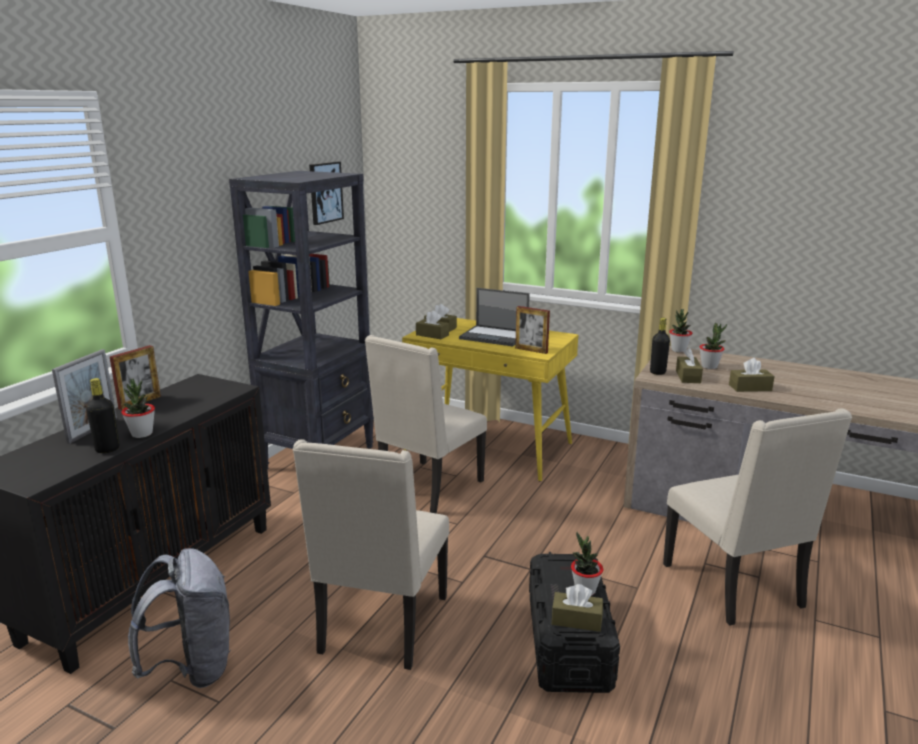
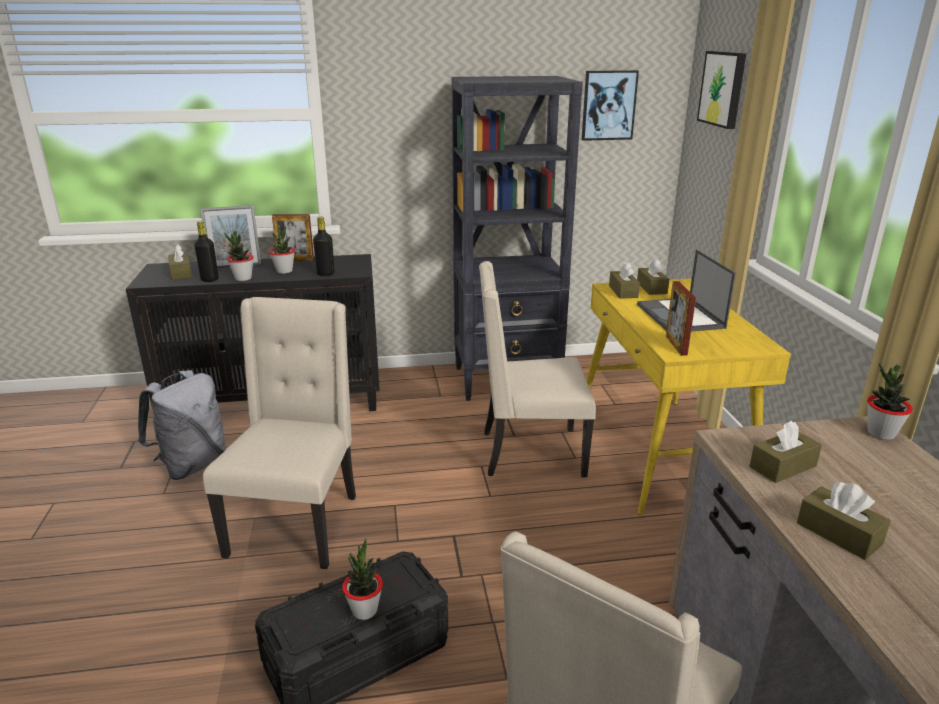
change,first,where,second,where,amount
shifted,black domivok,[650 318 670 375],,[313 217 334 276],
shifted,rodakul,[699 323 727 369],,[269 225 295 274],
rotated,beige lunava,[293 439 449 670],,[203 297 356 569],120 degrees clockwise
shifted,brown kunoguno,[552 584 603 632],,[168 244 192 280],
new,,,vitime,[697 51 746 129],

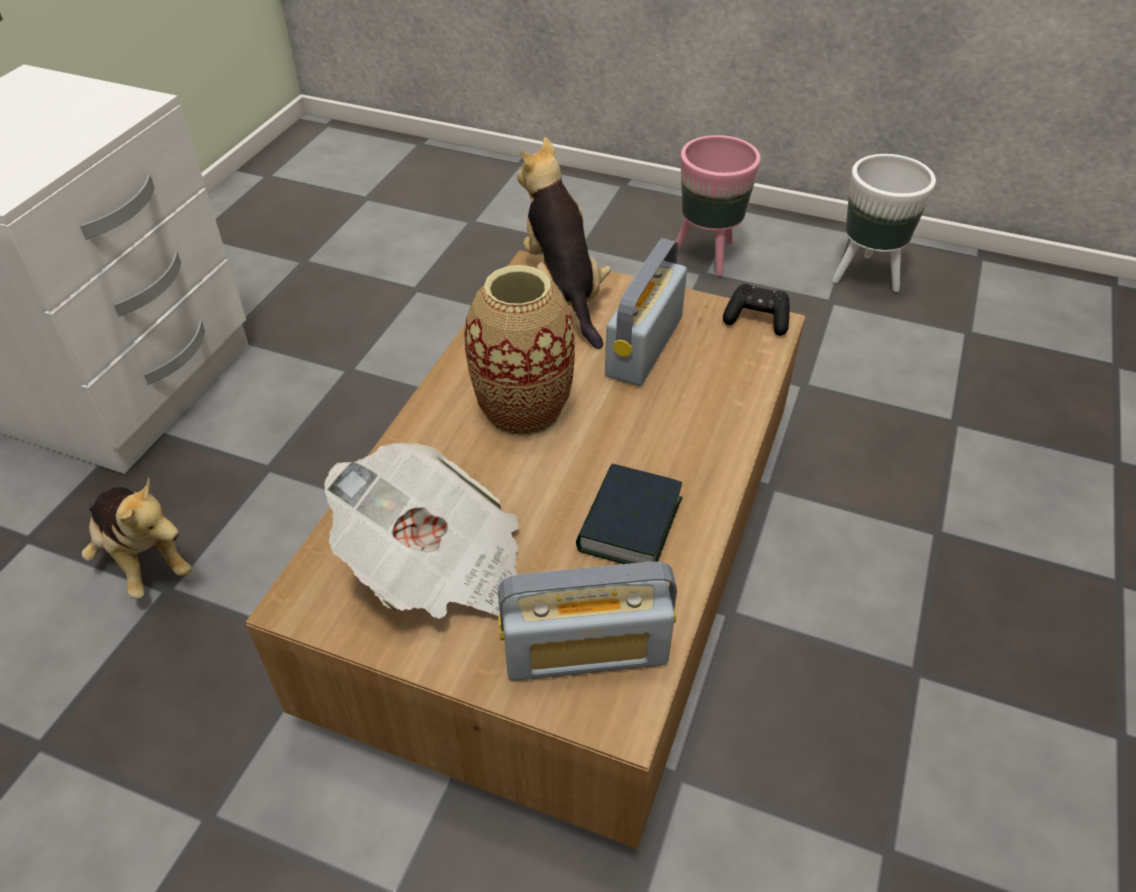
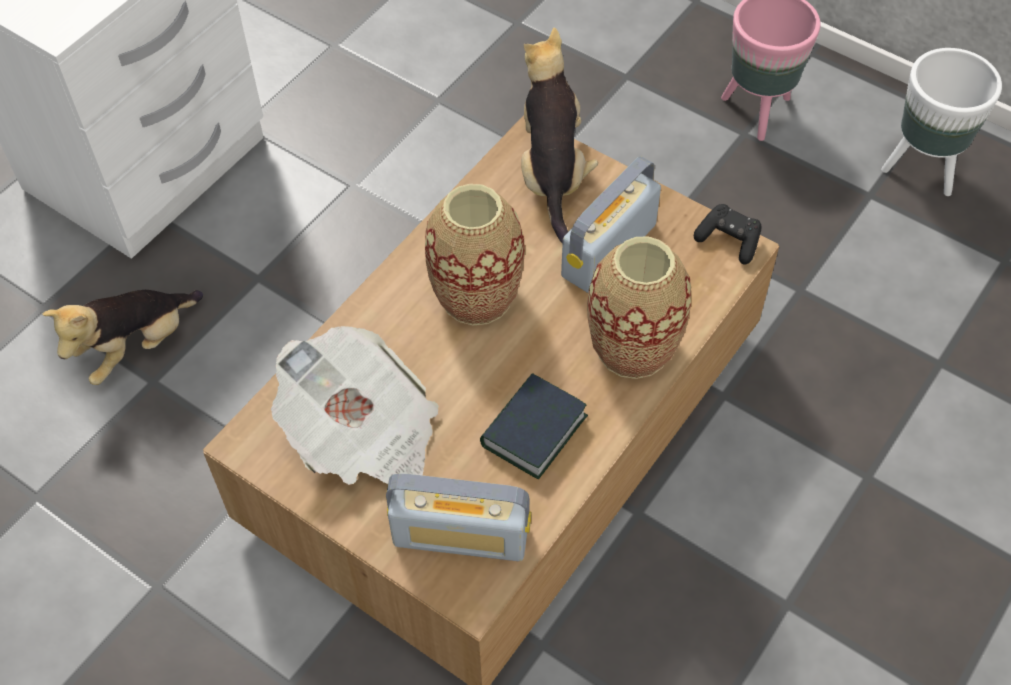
change,first,where,second,where,amount
rotated,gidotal,[82 477 192 599],,[42 290 203 385],75 degrees clockwise
new,,,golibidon,[587 237 691 379],

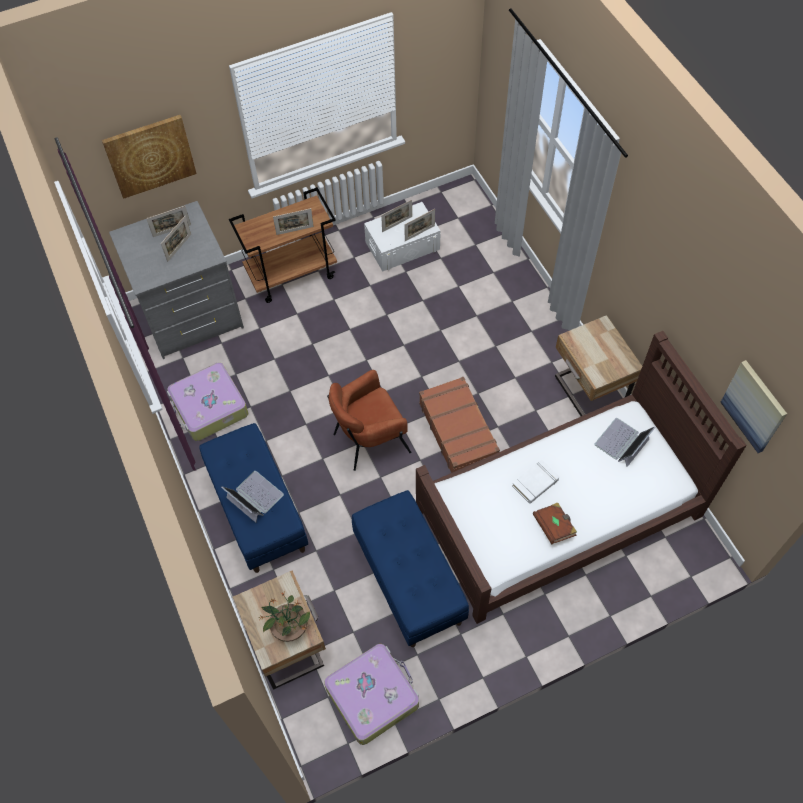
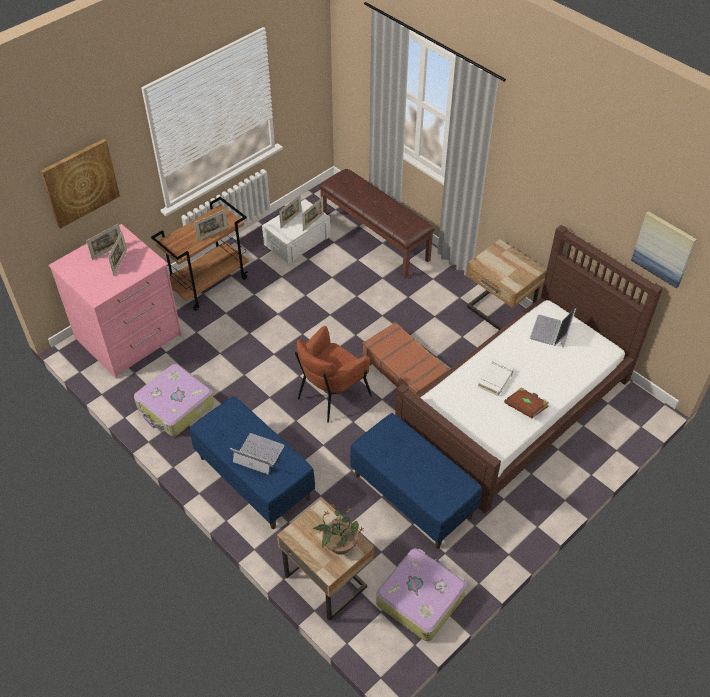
change,first,where,second,where,amount
repainted,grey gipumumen,[109 201 244 359],pink gipumumen,[49 224 182 378],
new,,,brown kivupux,[319 169 435 278],

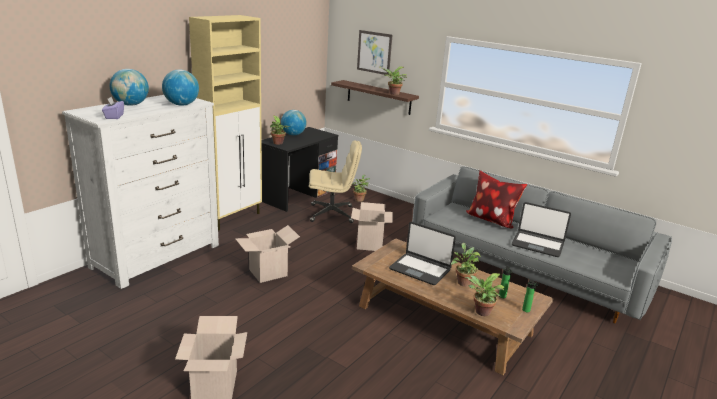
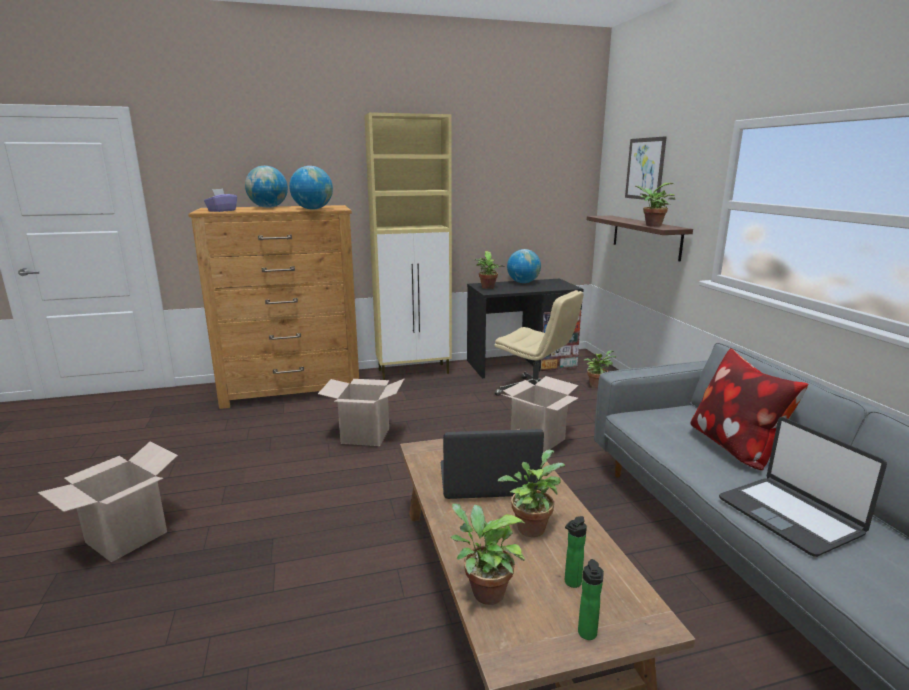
change,first,where,second,where,amount
repainted,white gipumumen,[62 95 219 289],brown gipumumen,[188 205 359 409],
rotated,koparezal,[389 222 456 285],,[441 429 544 499],105 degrees clockwise

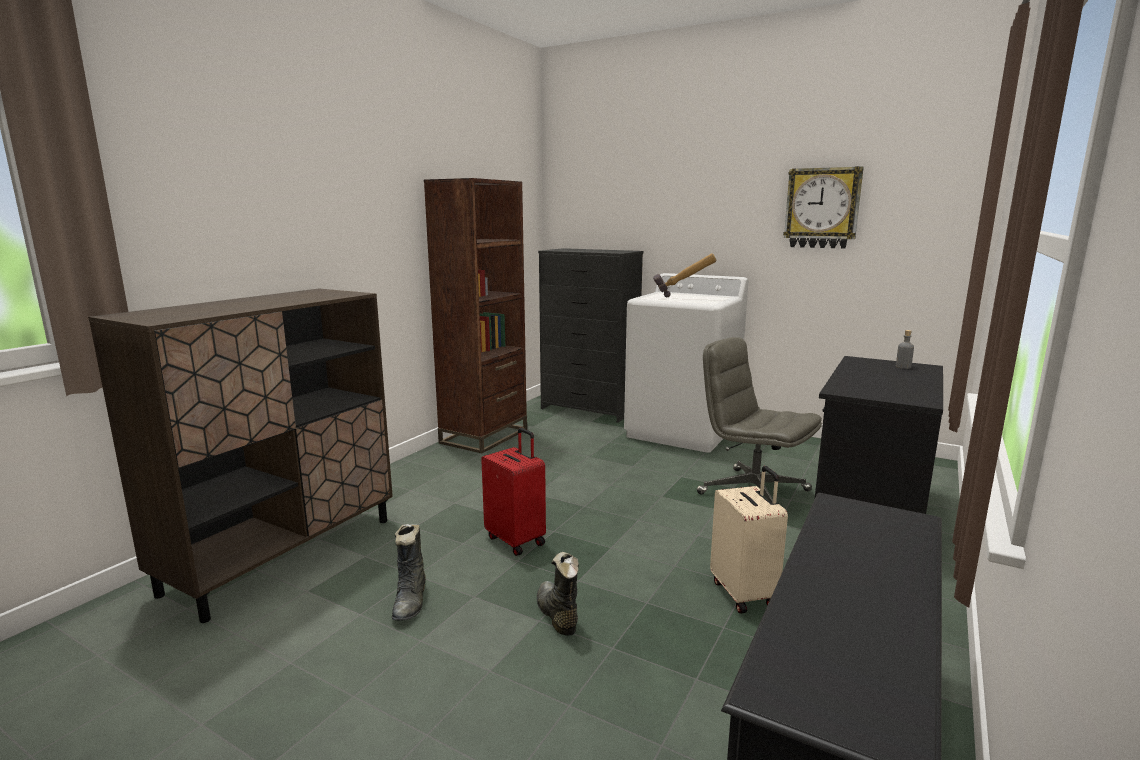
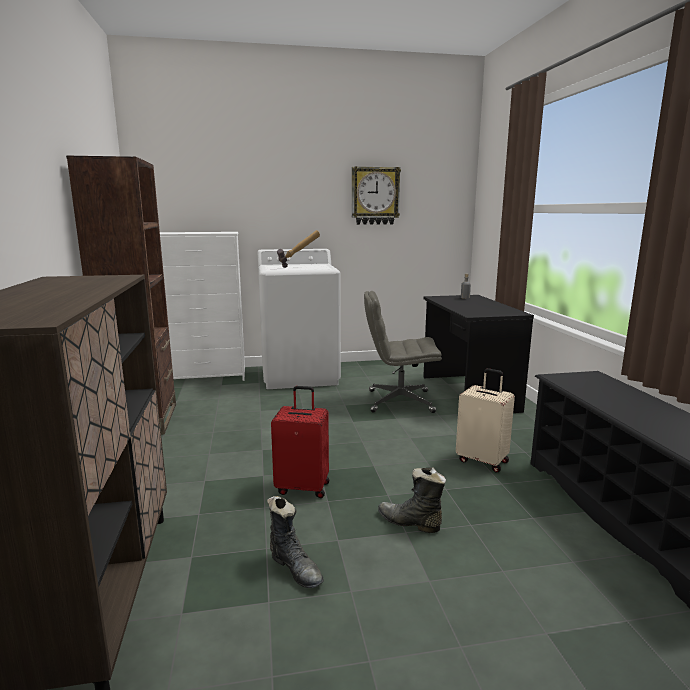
change,first,where,second,where,amount
repainted,black gipumumen,[538 248 643 423],white gipumumen,[160 232 245 381],

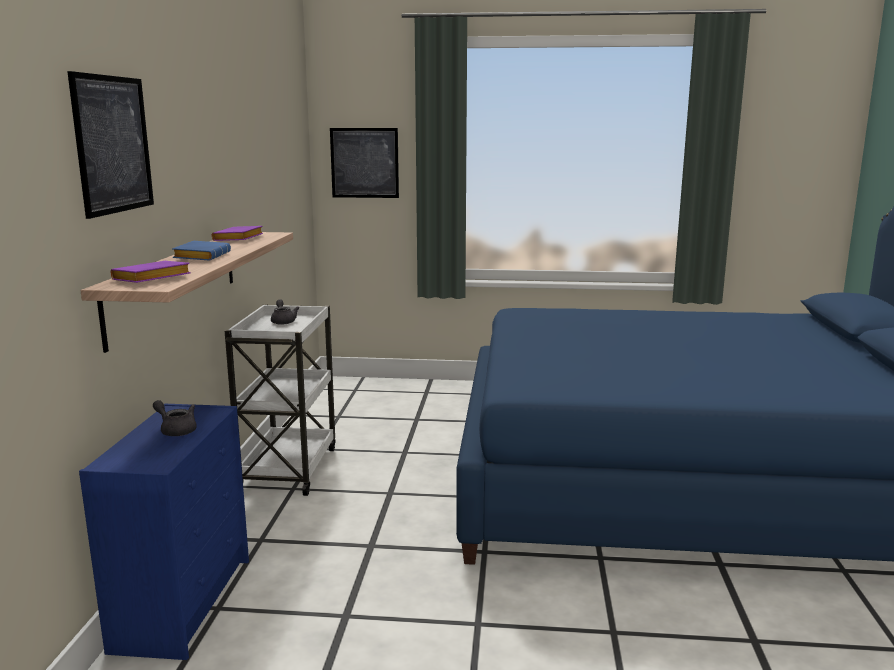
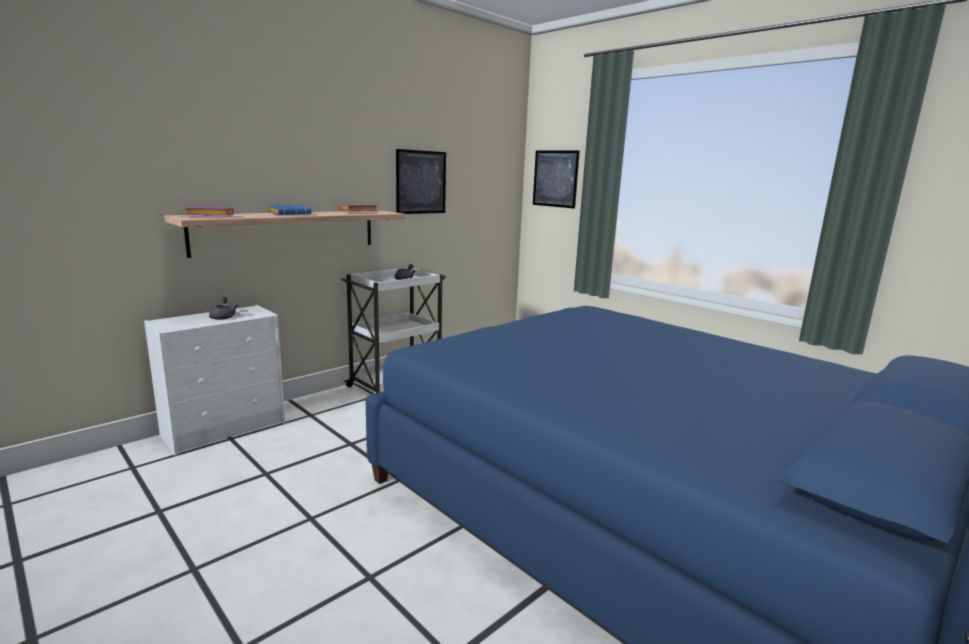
change,first,where,second,where,amount
shifted,vitime,[67 71 154 219],,[396 149 446 214],
repainted,blue gipumumen,[79 404 249 660],white gipumumen,[144 305 285 455],

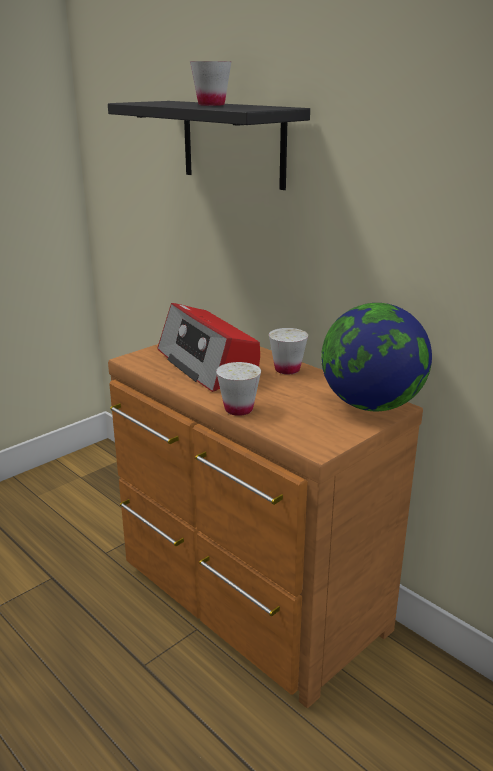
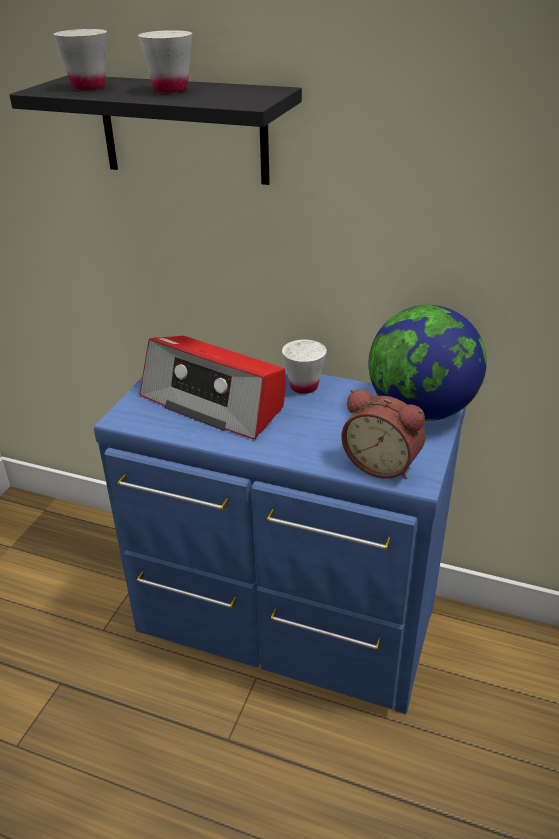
change,first,where,second,where,amount
repainted,brown gipumumen,[108 344 423 708],blue gipumumen,[94 367 466 714],
shifted,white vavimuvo,[216 362 261 416],,[53 29 107 90],
new,,,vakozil,[341 389 426 479],

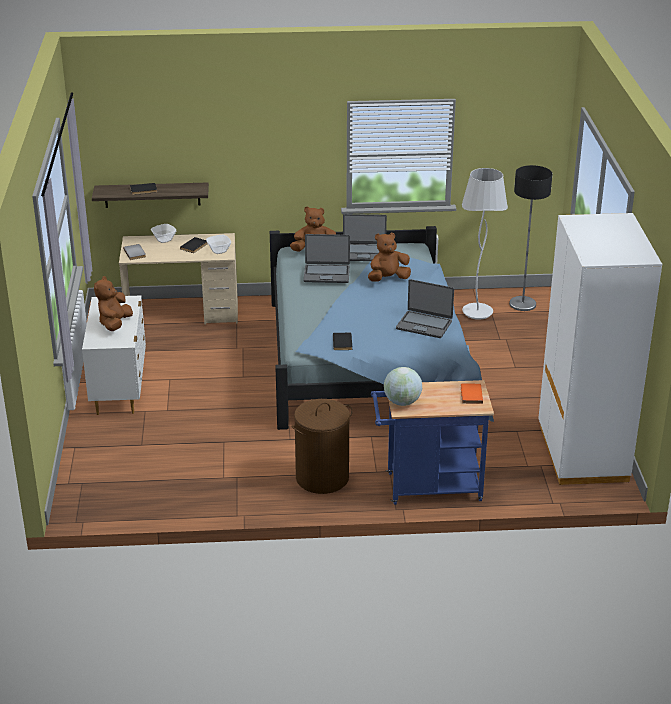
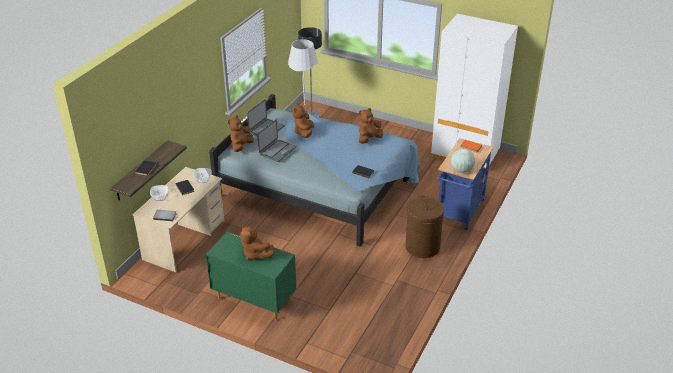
change,first,where,second,where,amount
swapped,koparezal,[396 279 454 338],brown gidotal,[359 108 383 144],
repainted,white gipumumen,[82 295 146 415],green gipumumen,[206 232 296 320],

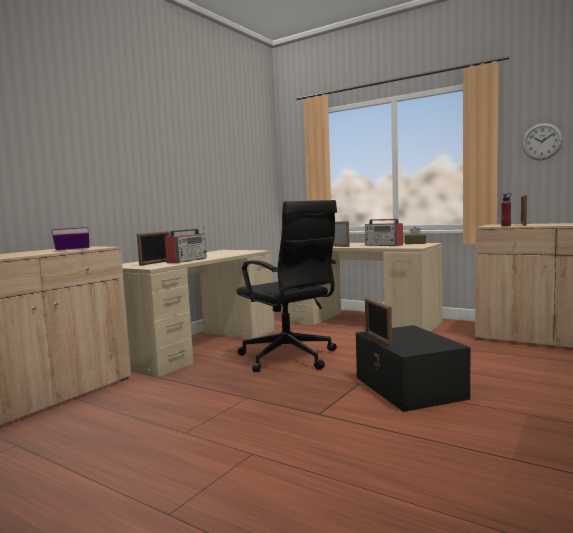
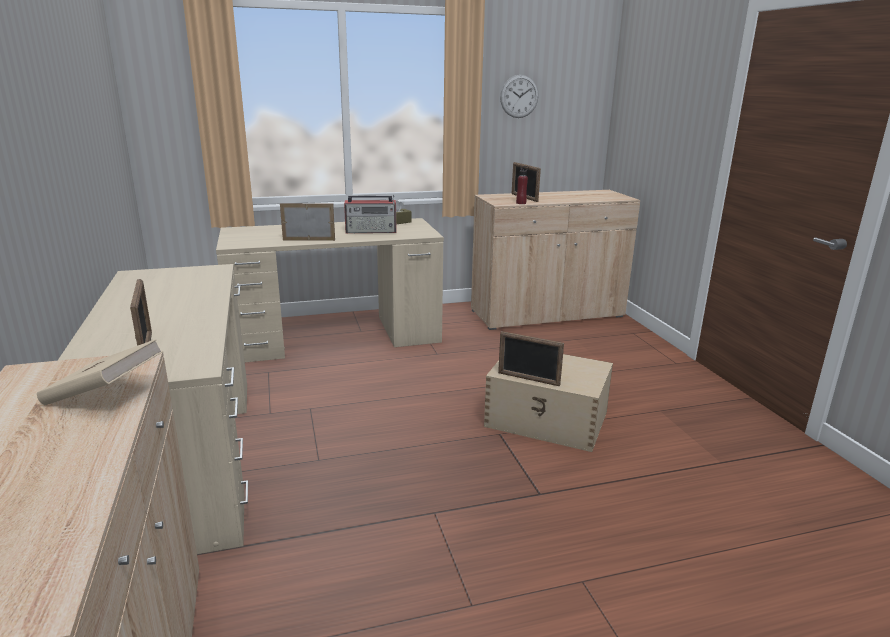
change,first,where,second,where,amount
gone,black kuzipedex,[237 200 337 372],,,
repainted,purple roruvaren,[52 227 89 250],beige roruvaren,[37 339 163 405],
gone,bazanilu,[165 227 207 263],,,
repainted,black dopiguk,[356 325 471 412],beige dopiguk,[484 354 613 452],

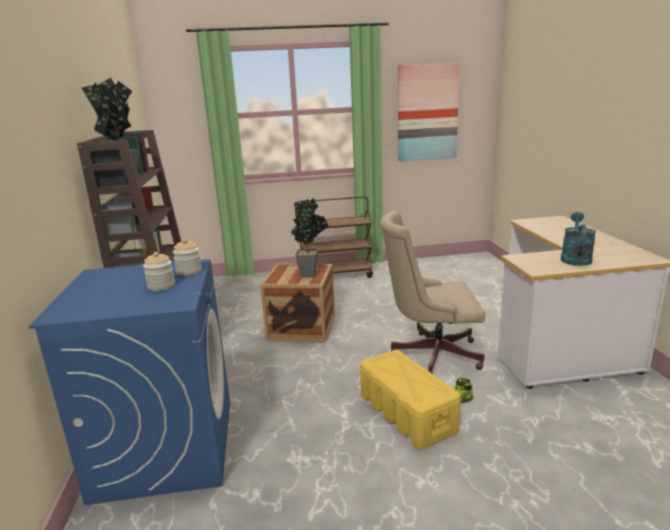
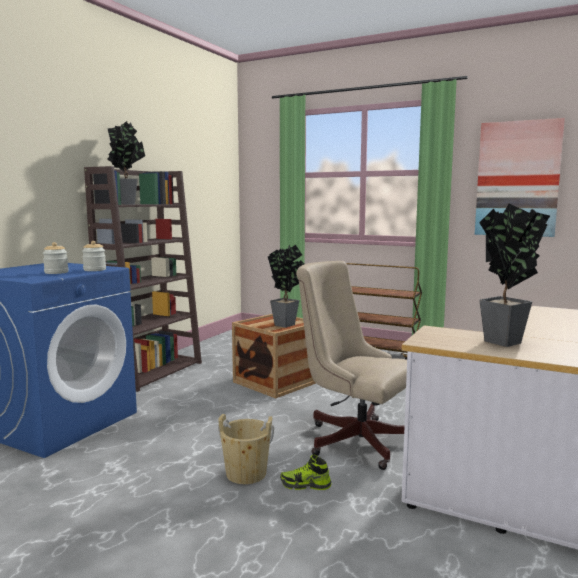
change,first,where,second,where,amount
swapped,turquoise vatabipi,[561 212 596 266],rodakul,[479 204 550 347],
swapped,yellow dopiguk,[360 350 461 449],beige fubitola,[218 414 274 484],

